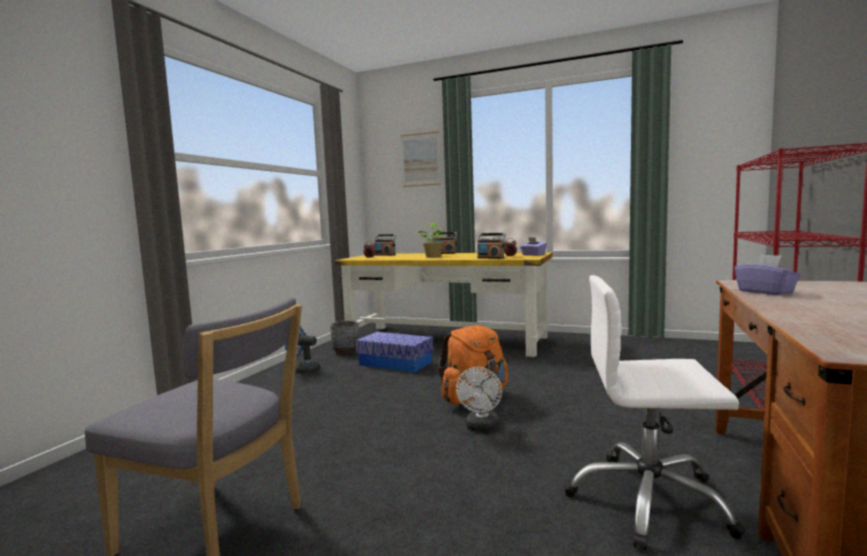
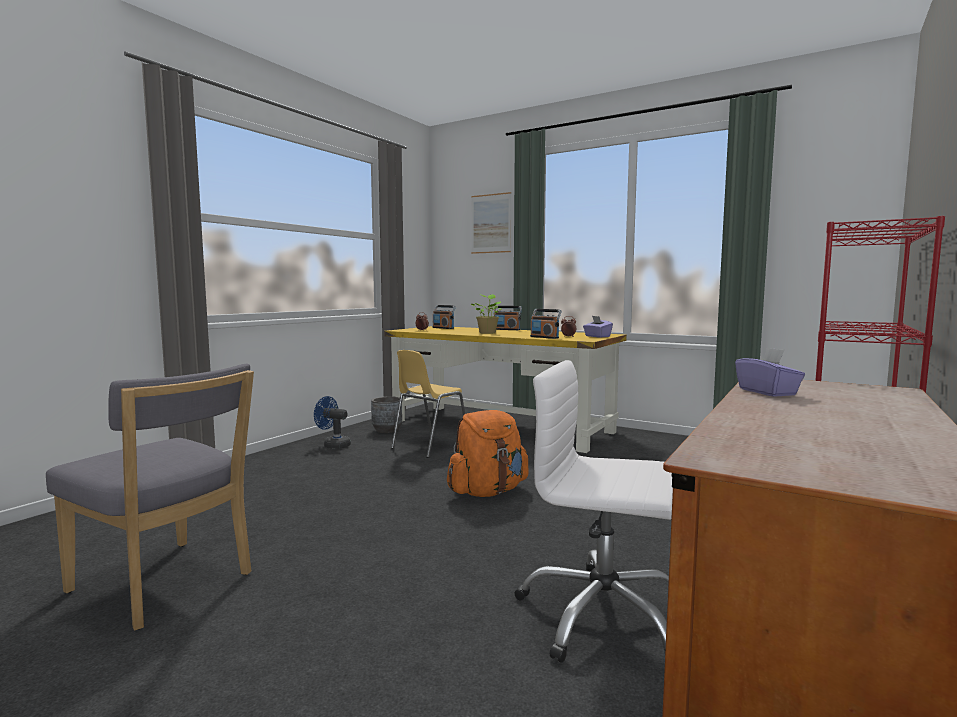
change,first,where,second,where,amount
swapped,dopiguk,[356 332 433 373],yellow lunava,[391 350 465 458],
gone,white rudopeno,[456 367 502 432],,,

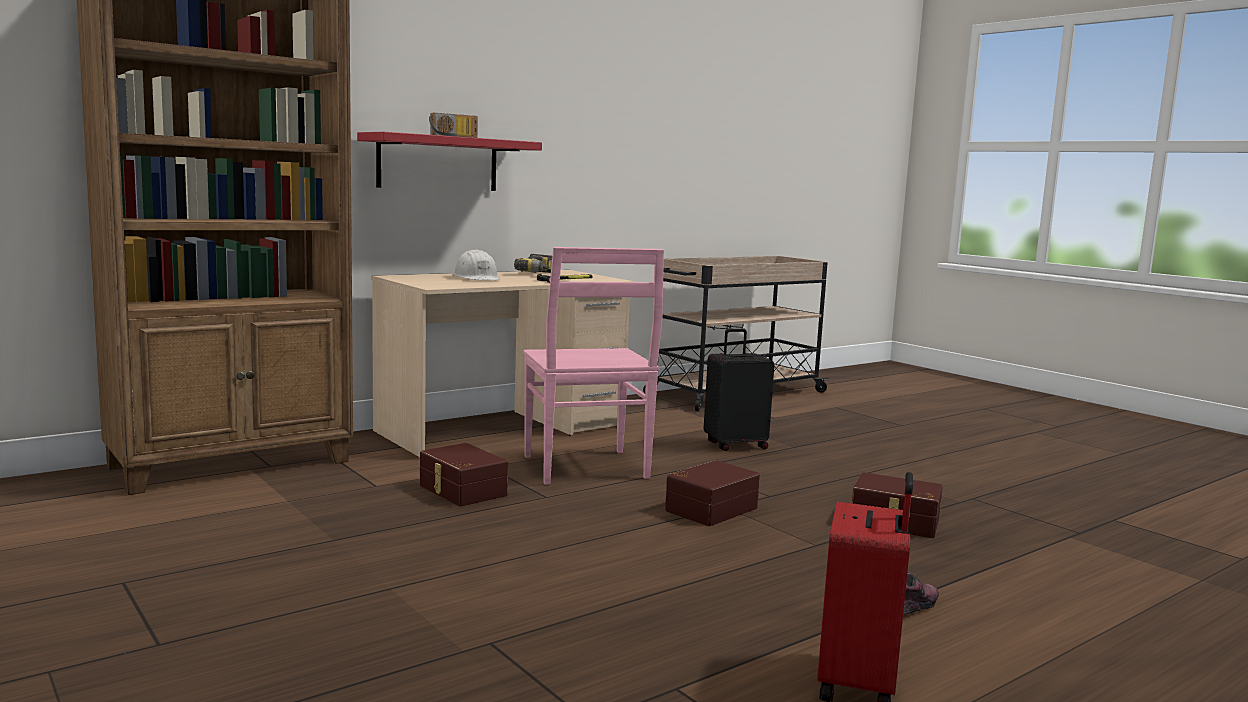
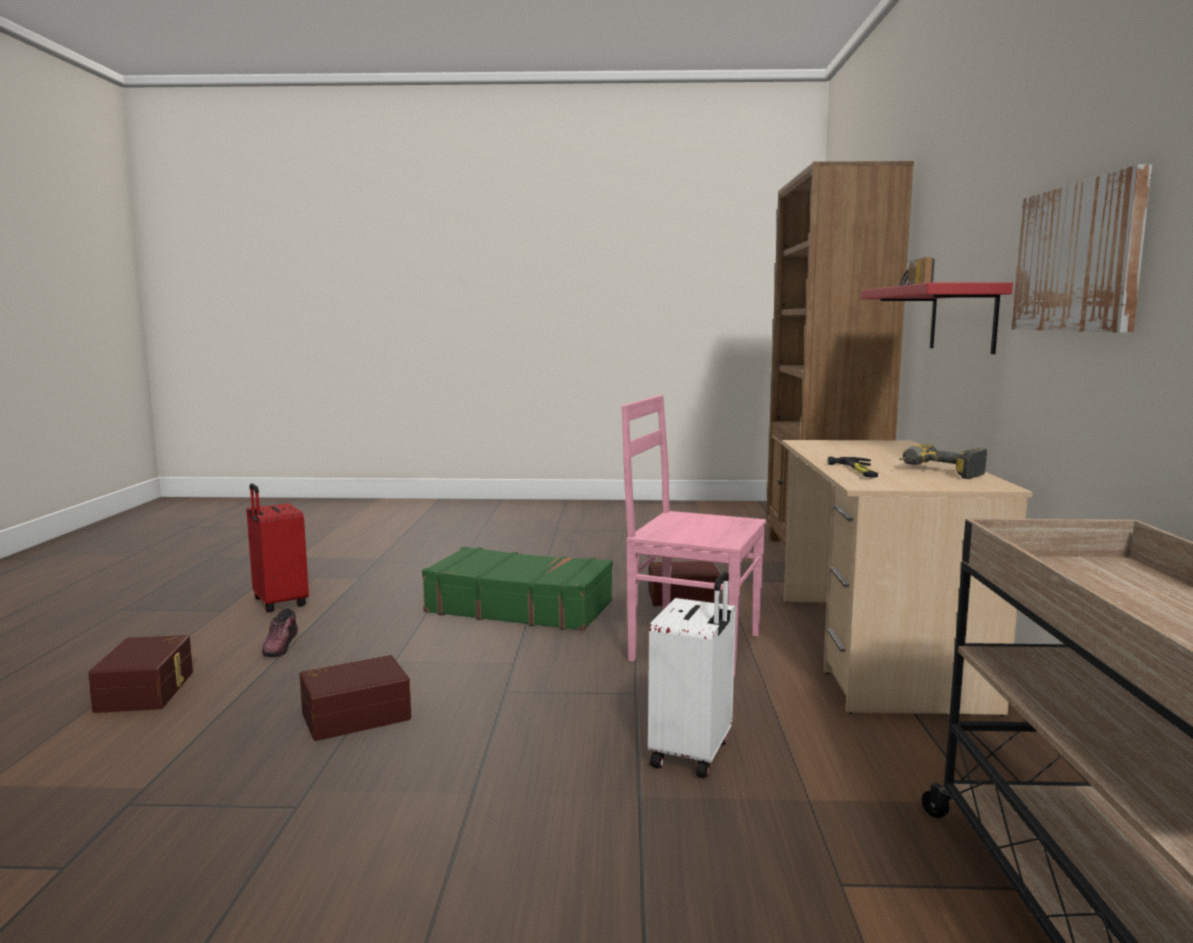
change,first,where,second,where,amount
gone,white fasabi,[453 249 500 280],,,
repainted,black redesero,[704 328 774 451],white redesero,[648 572 736 778],
shifted,brown dopiguk,[665 460 760 526],,[88 635 193 713],
new,,,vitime,[1011 164 1152 333],
new,,,green redesero,[422 547 613 631],

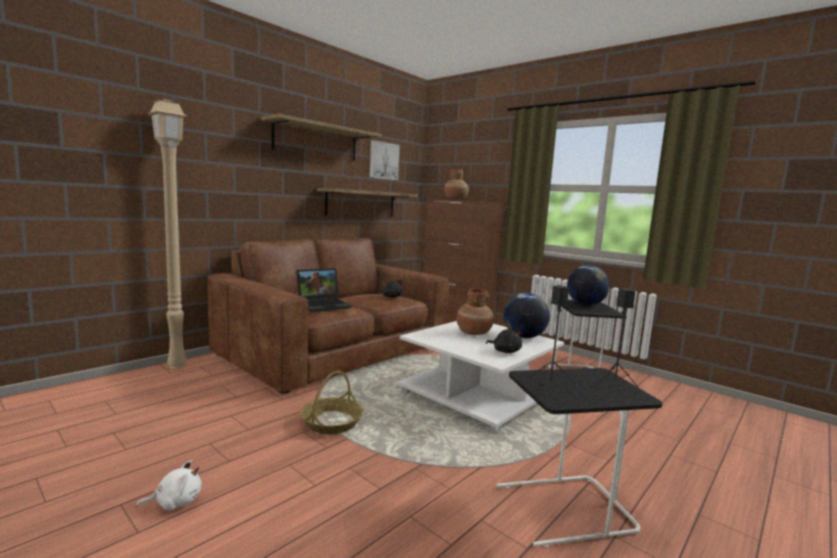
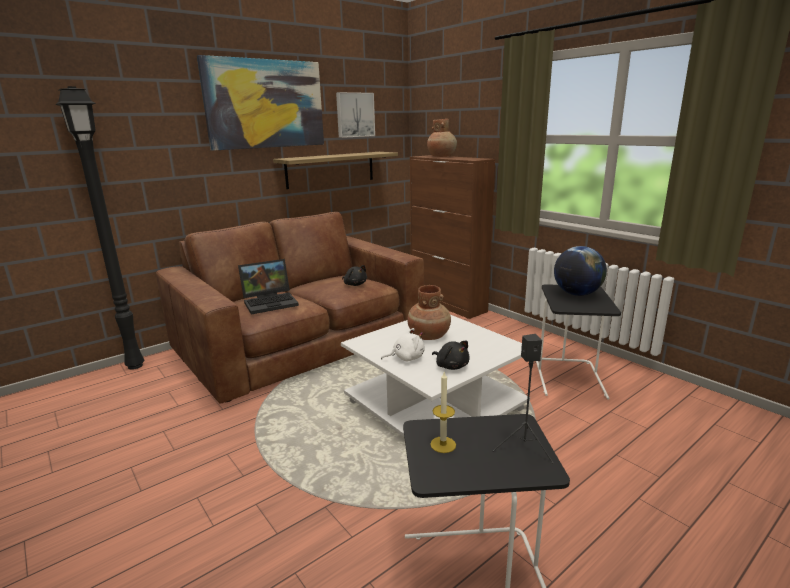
change,first,where,second,where,amount
repainted,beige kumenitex,[147 99 187 369],black kumenitex,[55 86 144 370],
swapped,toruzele,[261 114 382 161],vitime,[197 55 324 151],
swapped,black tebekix,[531 285 578 393],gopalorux,[430 371 456 453],
gone,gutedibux,[503 293 550 338],,,
gone,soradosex,[300 371 363 434],,,
shifted,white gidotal,[136 460 202 511],,[381 328 425 362],

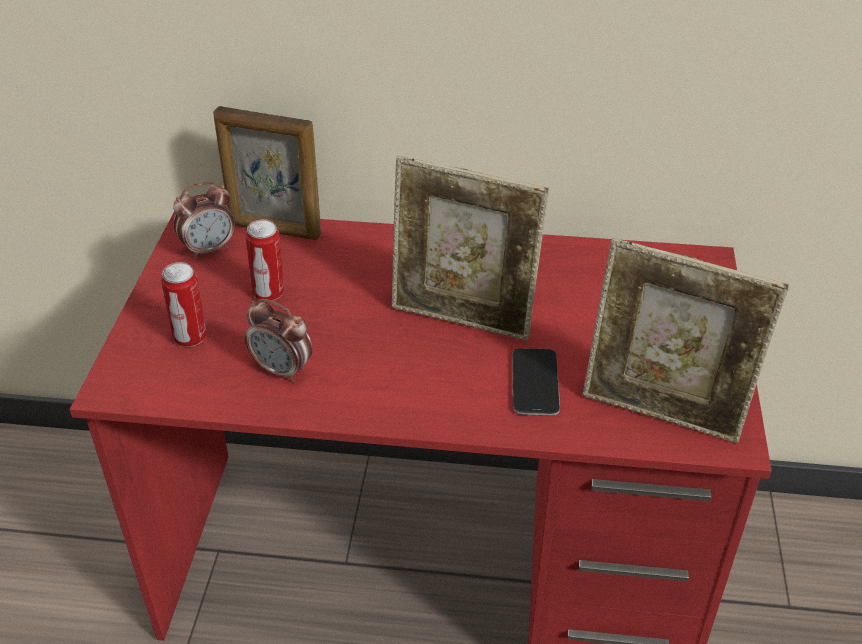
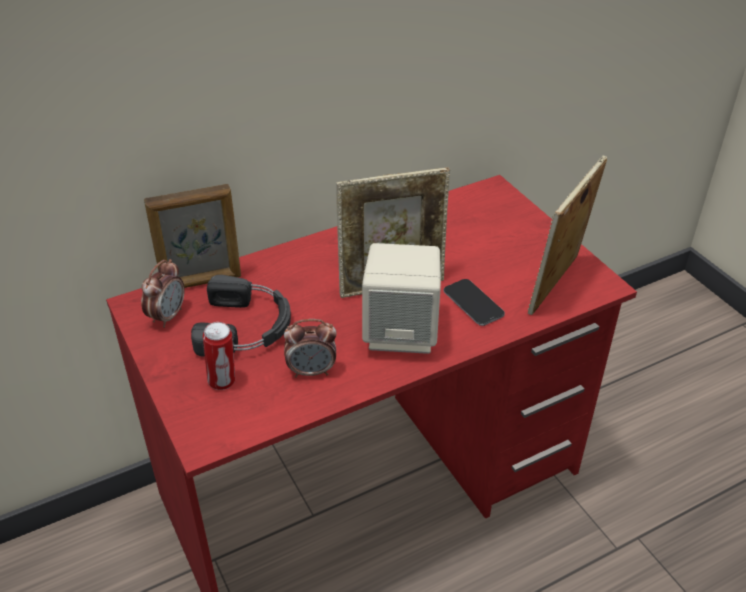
change,first,where,second,where,amount
swapped,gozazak,[246 219 284 301],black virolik,[191 275 291 357],
rotated,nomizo,[583 238 789 443],,[528 156 607 315],135 degrees clockwise
new,,,beige tebekix,[362 243 441 354],

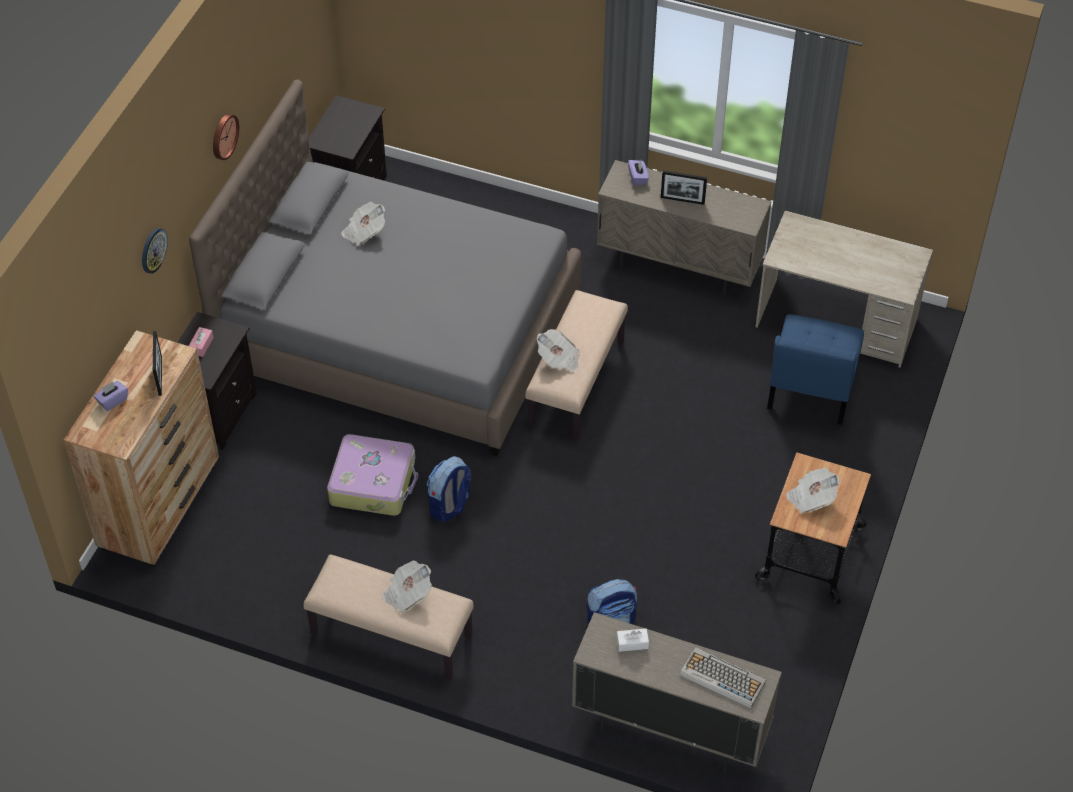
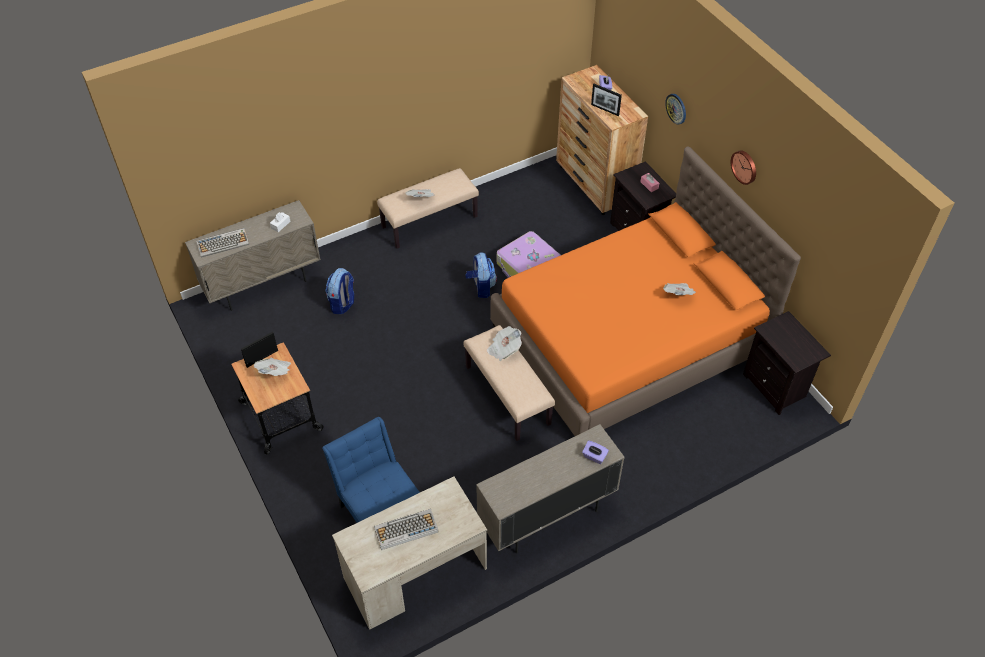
change,first,where,second,where,amount
repainted,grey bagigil,[189 79 581 456],orange bagigil,[490 147 801 436],
shifted,nomizo,[661 170 707 205],,[241 332 278 368],
new,,,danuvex,[374 509 439 550],

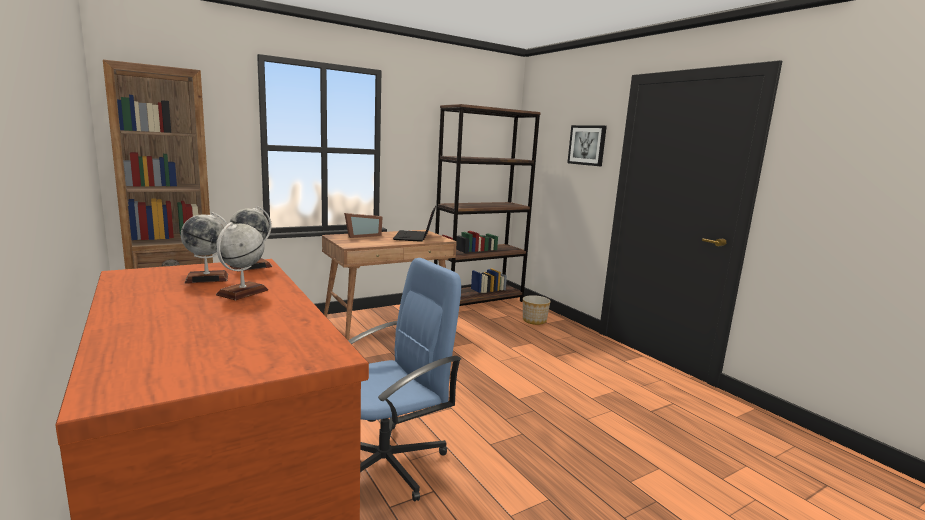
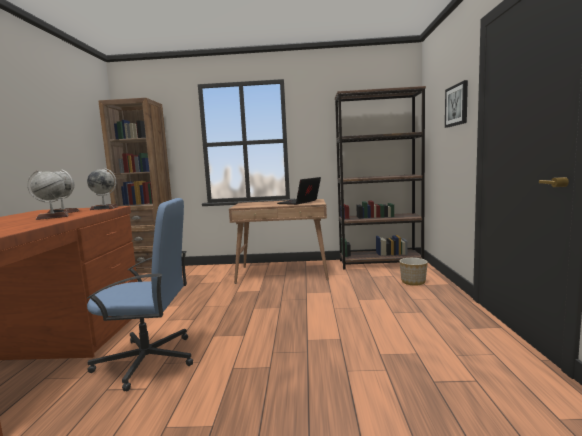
change,first,where,second,where,amount
gone,nomizo,[344 213 383 238],,,

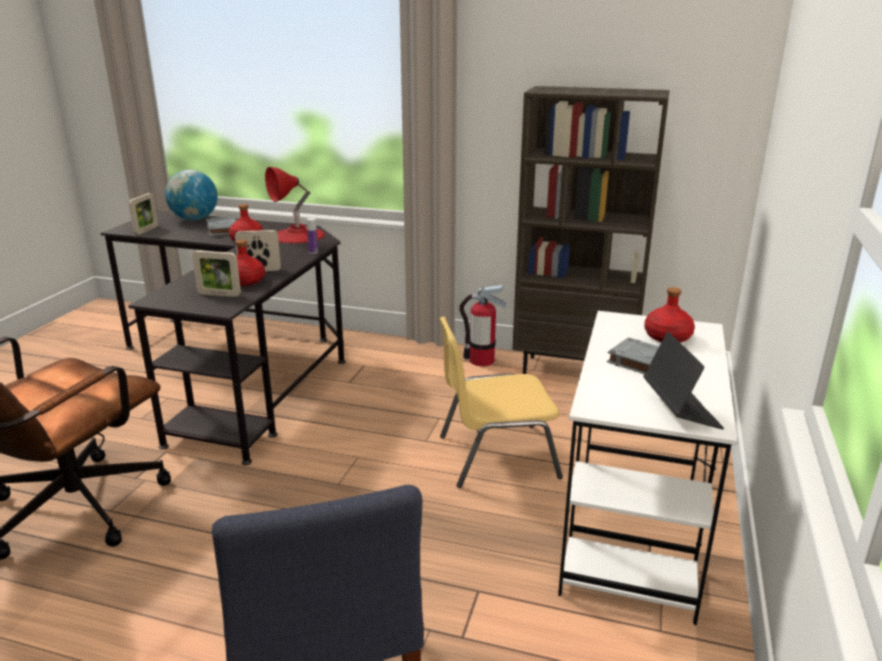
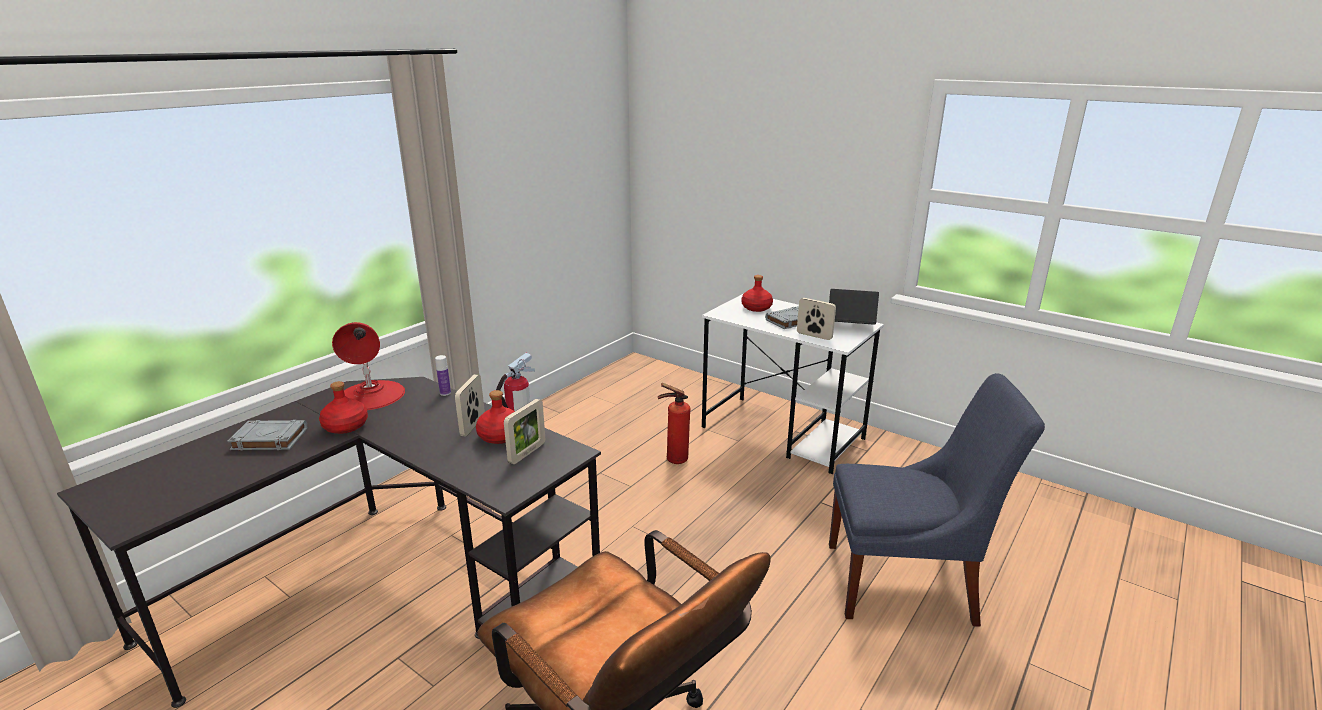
change,first,where,second,where,amount
gone,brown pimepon,[512 86 670 374],,,
gone,gutedibux,[165 170 218 221],,,
shifted,nomizo,[129 193 158 235],,[797 298 836 340],
swapped,yellow lunava,[439 316 563 488],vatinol,[658 383 690 464],

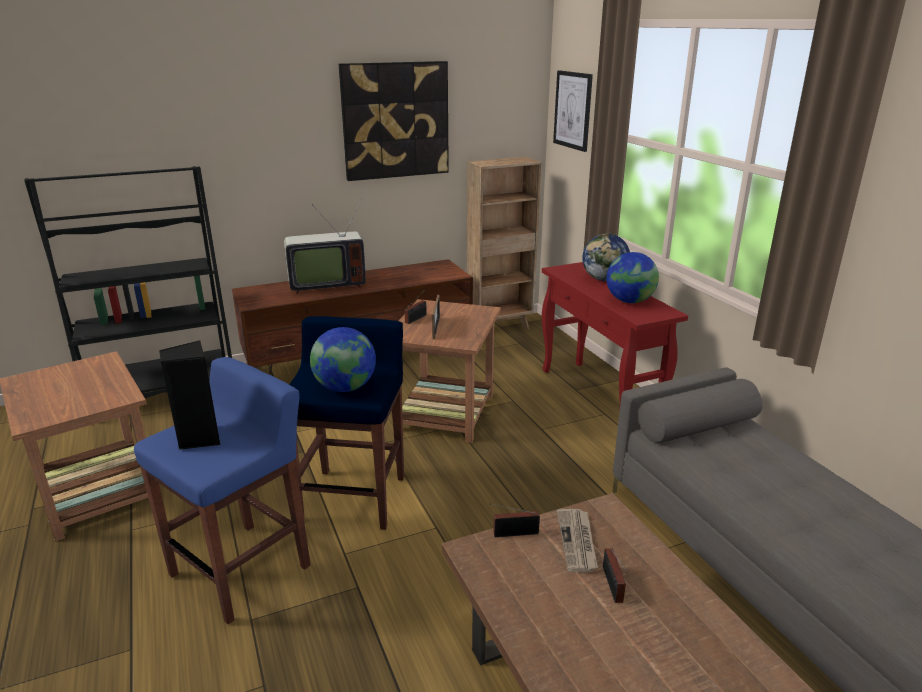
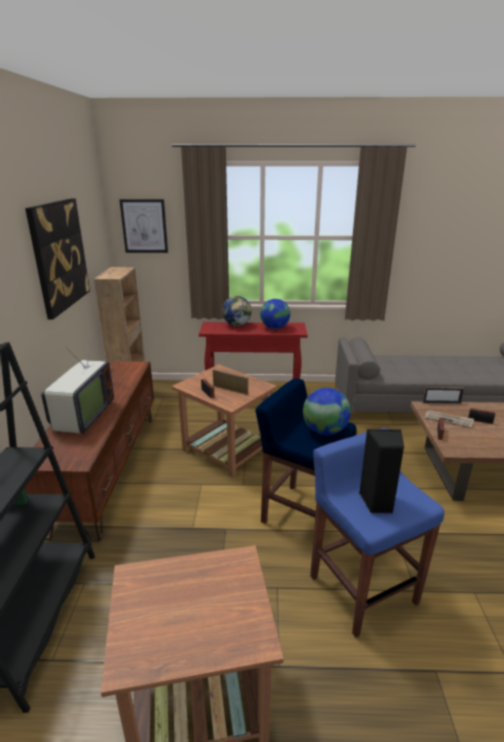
change,first,where,second,where,amount
new,,,nomizo,[422 387 464 404],

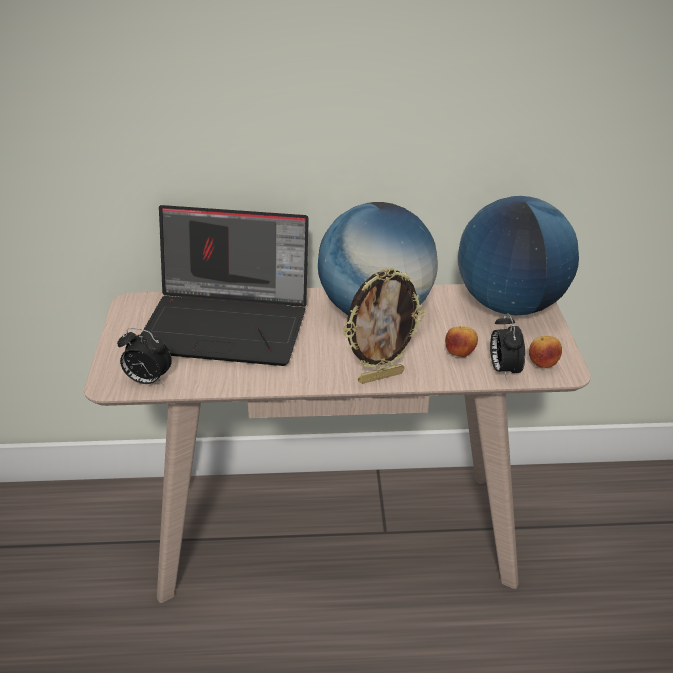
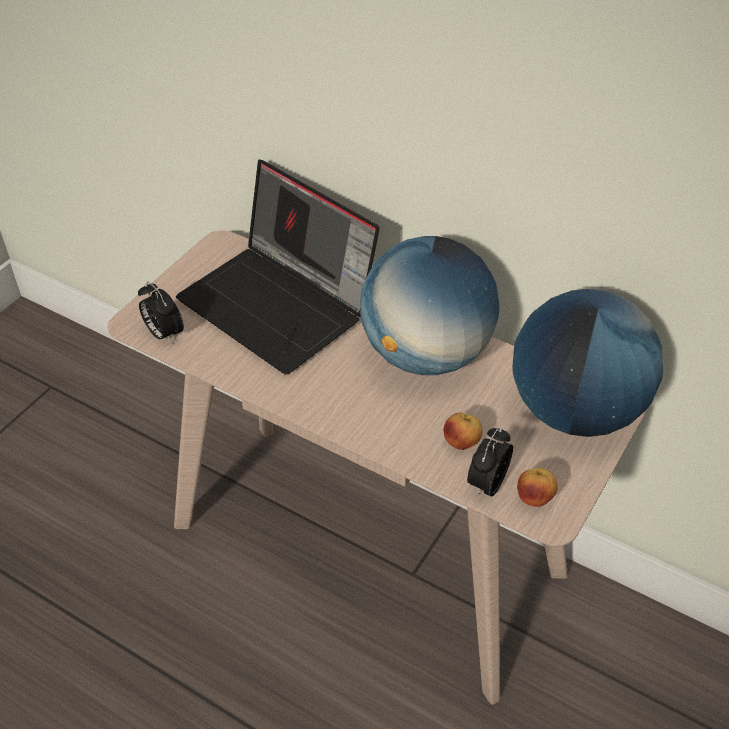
change,first,where,second,where,amount
gone,nomizo,[343 268 425 384],,,

